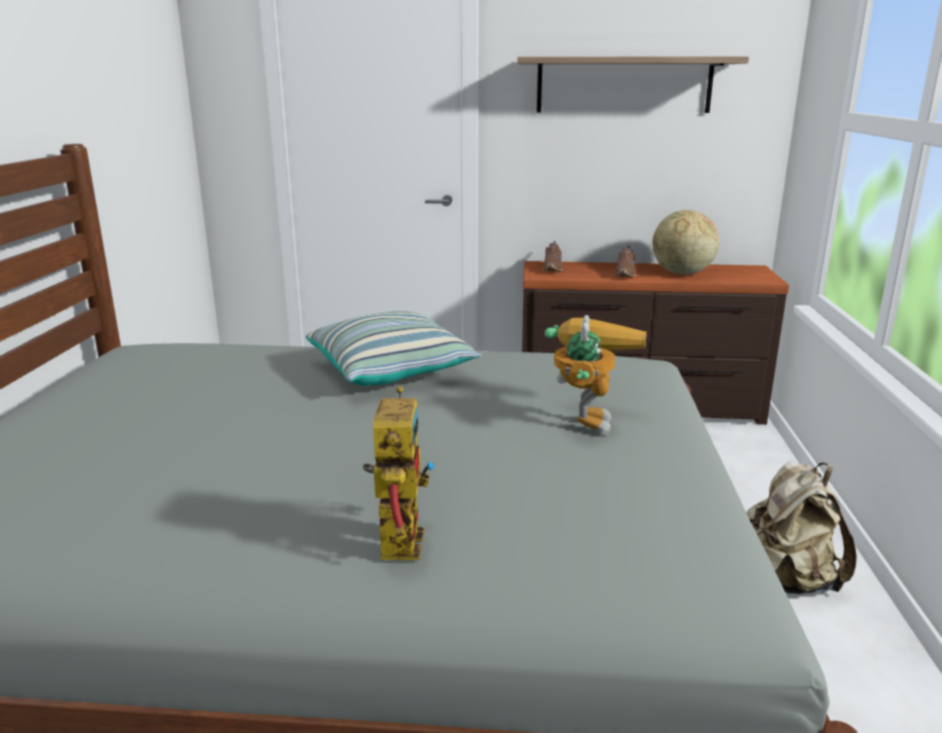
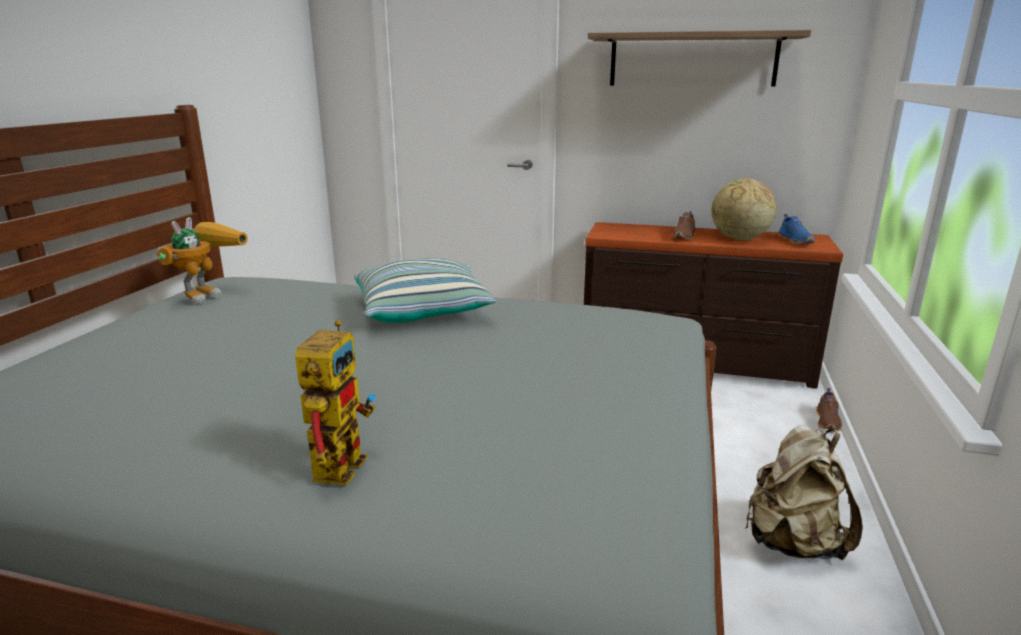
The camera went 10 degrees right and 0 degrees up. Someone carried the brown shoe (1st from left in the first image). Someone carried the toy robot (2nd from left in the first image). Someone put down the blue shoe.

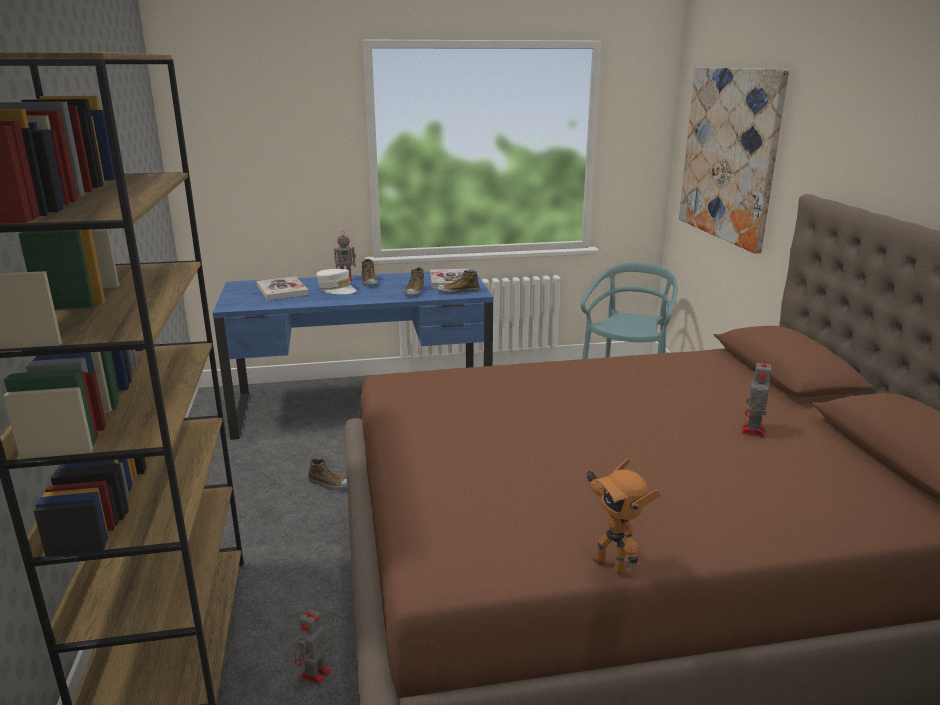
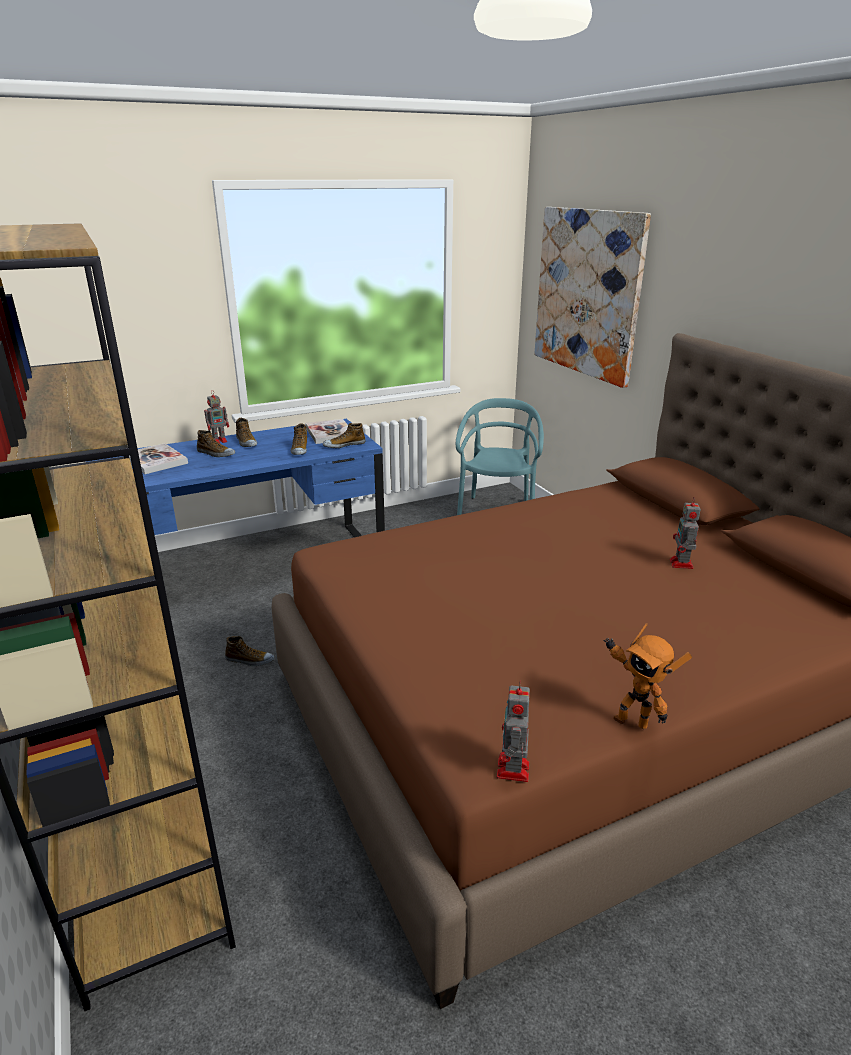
The camera went 15 degrees left and 5 degrees up. Someone swapped the white cap for the shoe (1st from left). Someone carried the toy robot (1st from left in the first image).

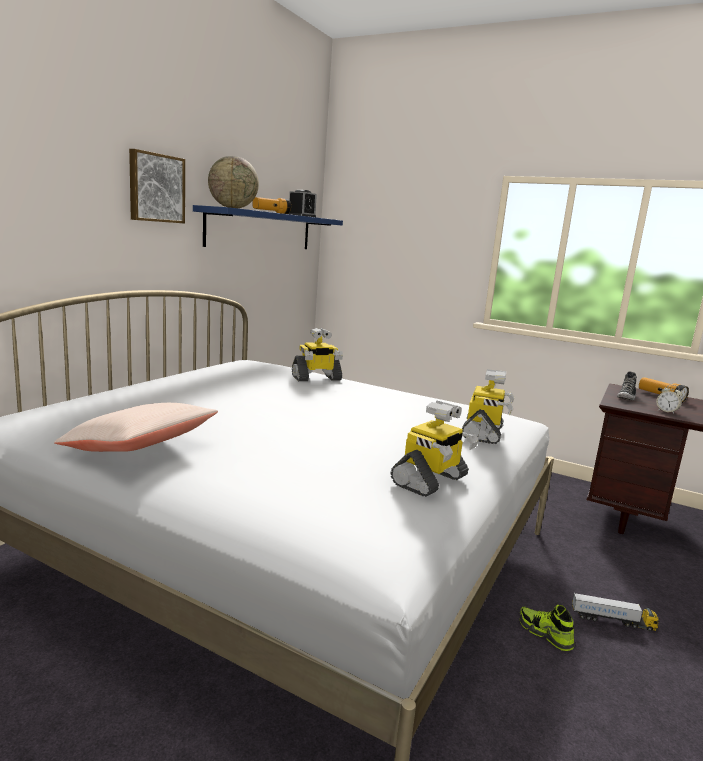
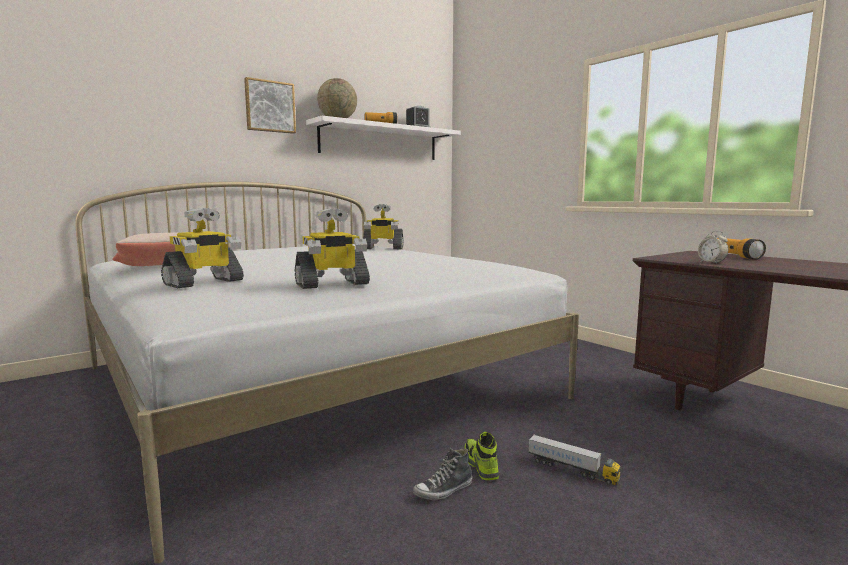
The camera went 25 degrees right and 5 degrees down. Someone repainted the blue shelf, which became the white shelf. Someone carried the toy robot (3rd from left in the first image). Someone carried the shoe (2nd from left in the first image).

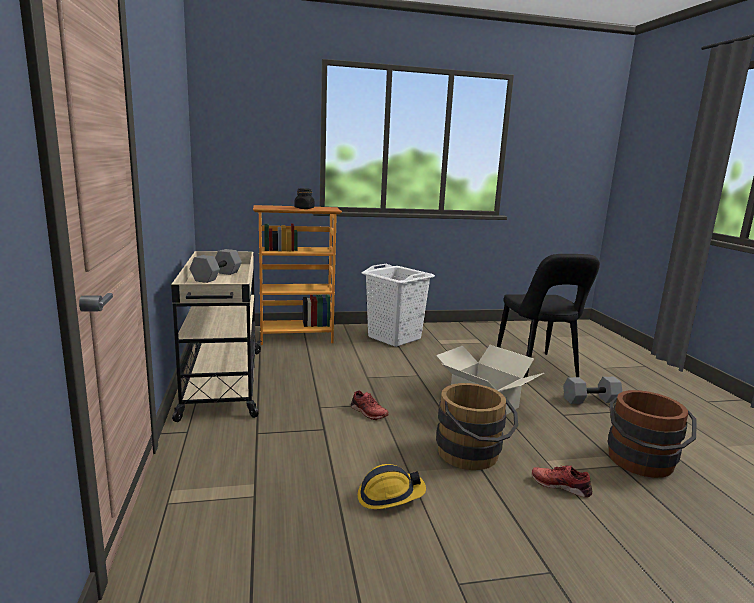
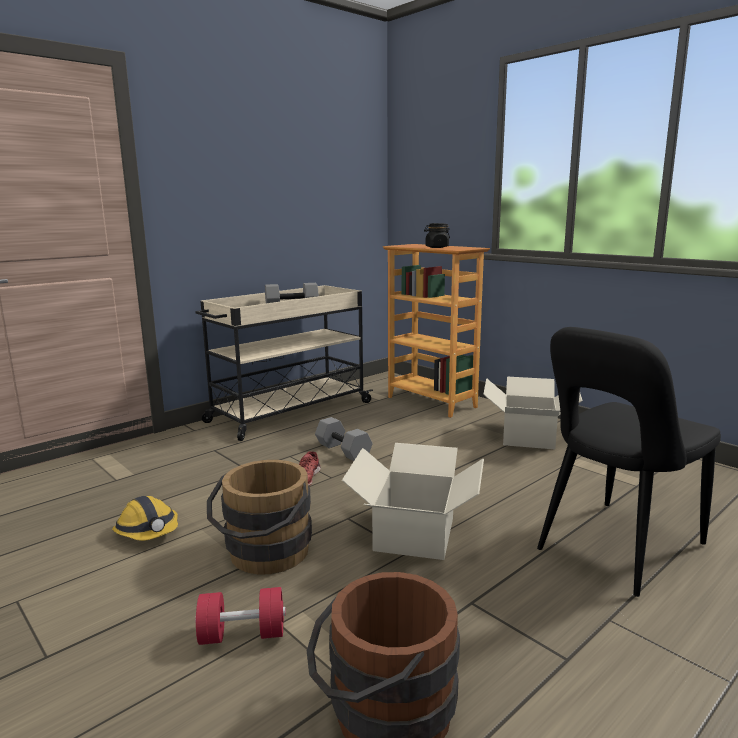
The camera went 60 degrees right and 0 degrees up. Someone swapped the white laundry basket for the cardboard box (2nd from left). Someone carried the grey dumbbell (2nd from left). Someone swapped the red shoe (2nd from left) for the red dumbbell.

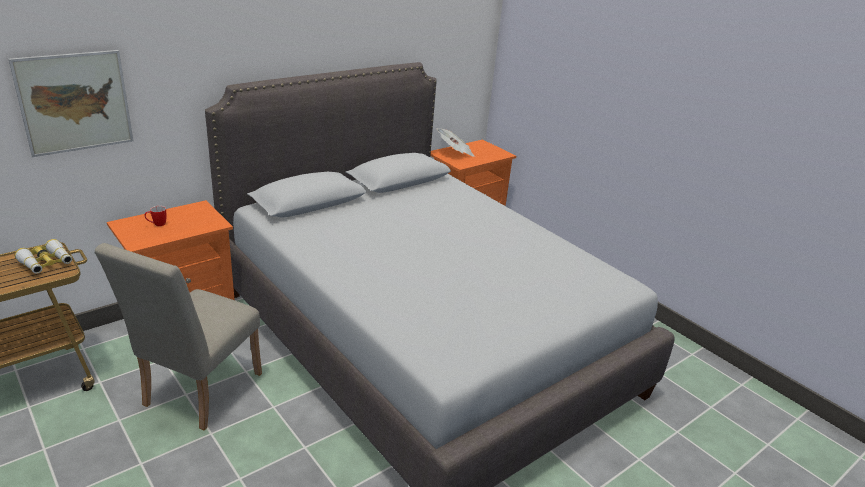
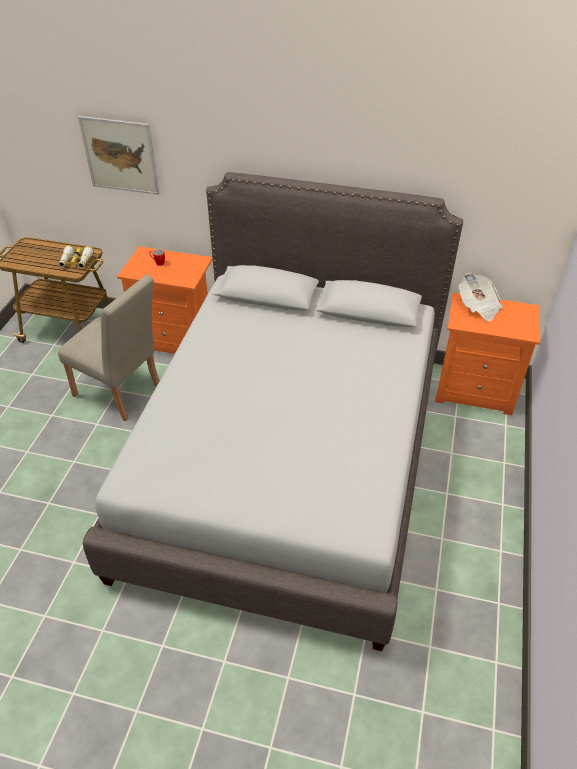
The camera went 55 degrees right and 15 degrees up. Someone rotated the beige chair by 135 degrees counterclockwise.

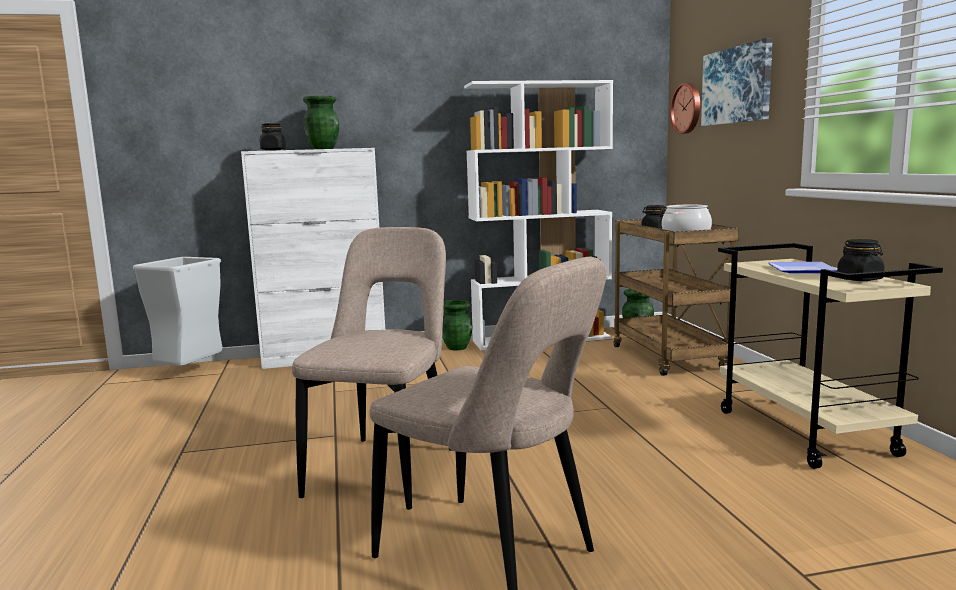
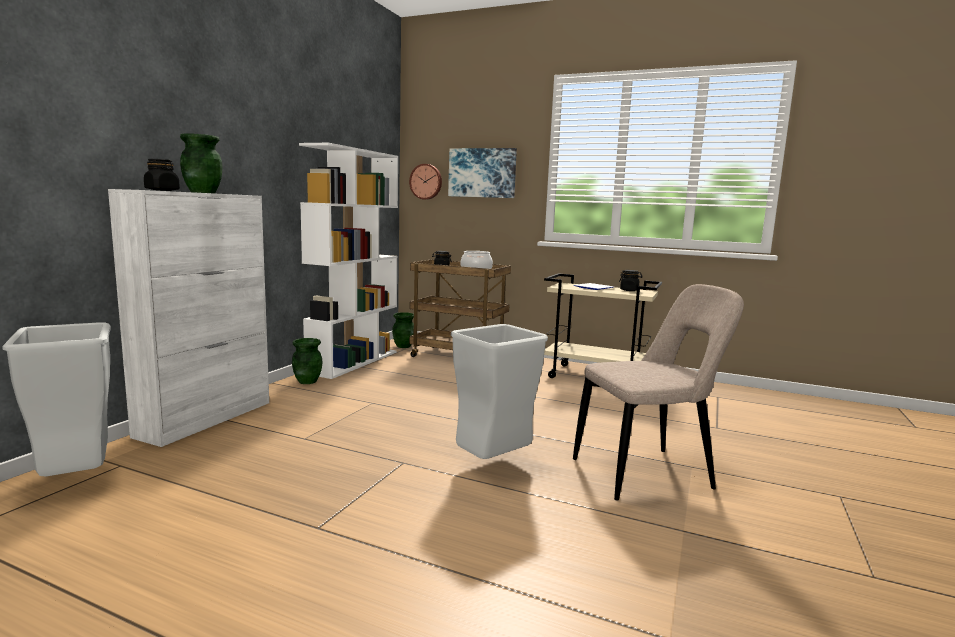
The camera went 55 degrees left and 0 degrees up. Someone swapped the beige chair (1st from left) for the grey trash can (2nd from left).

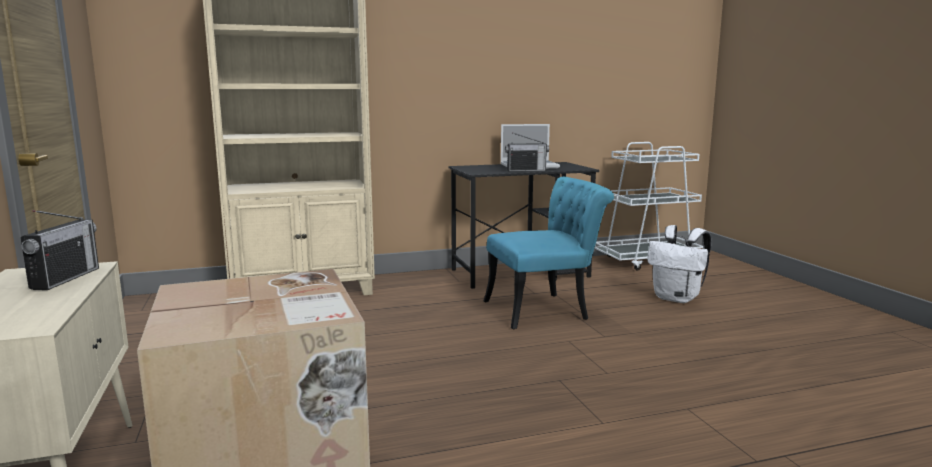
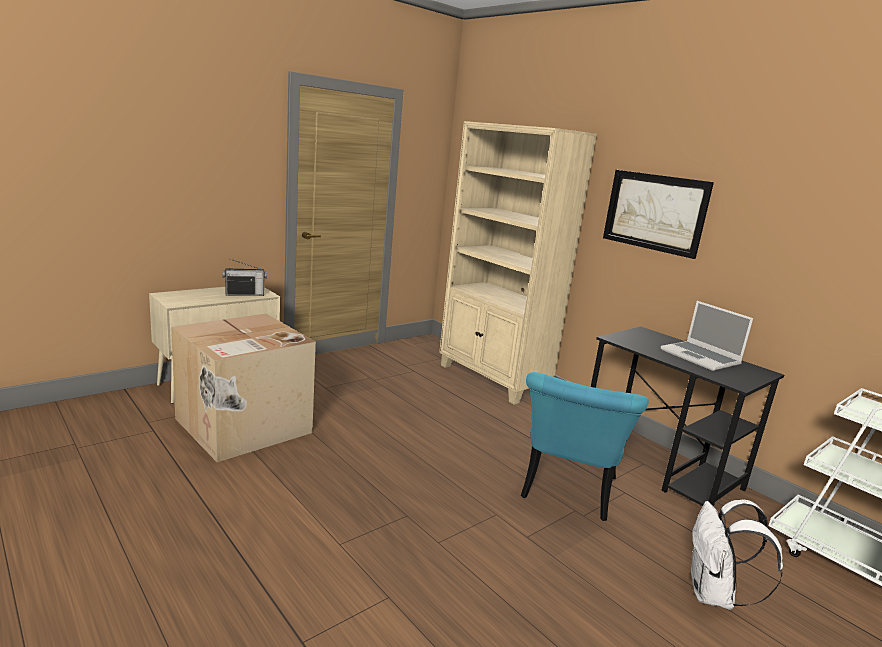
The camera went 65 degrees right and 5 degrees up. Someone took away the radio (2nd from left). Someone rotated the turquoise chair by 60 degrees clockwise. Someone put up the picture.

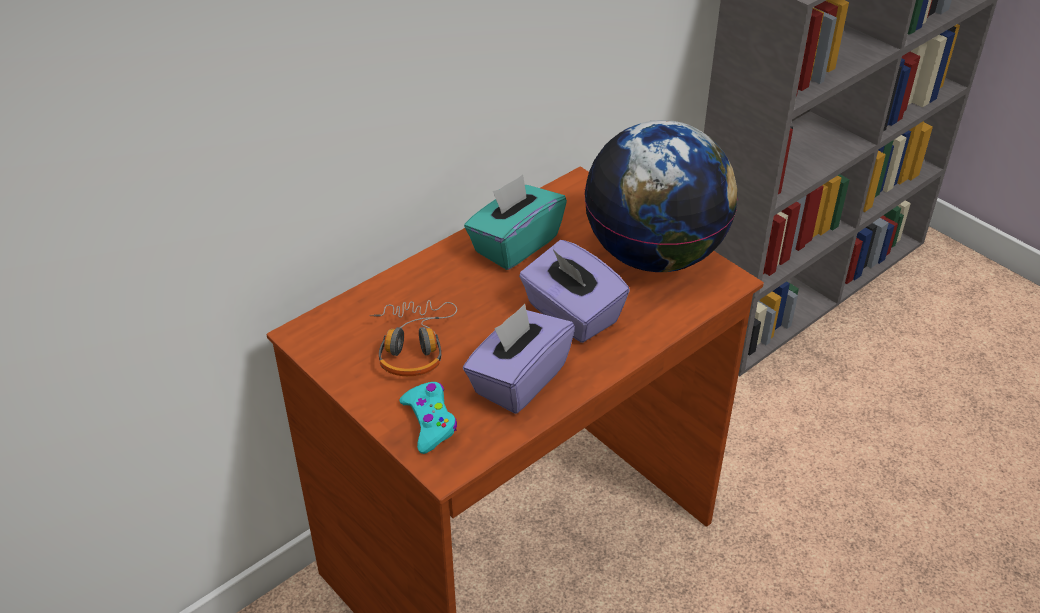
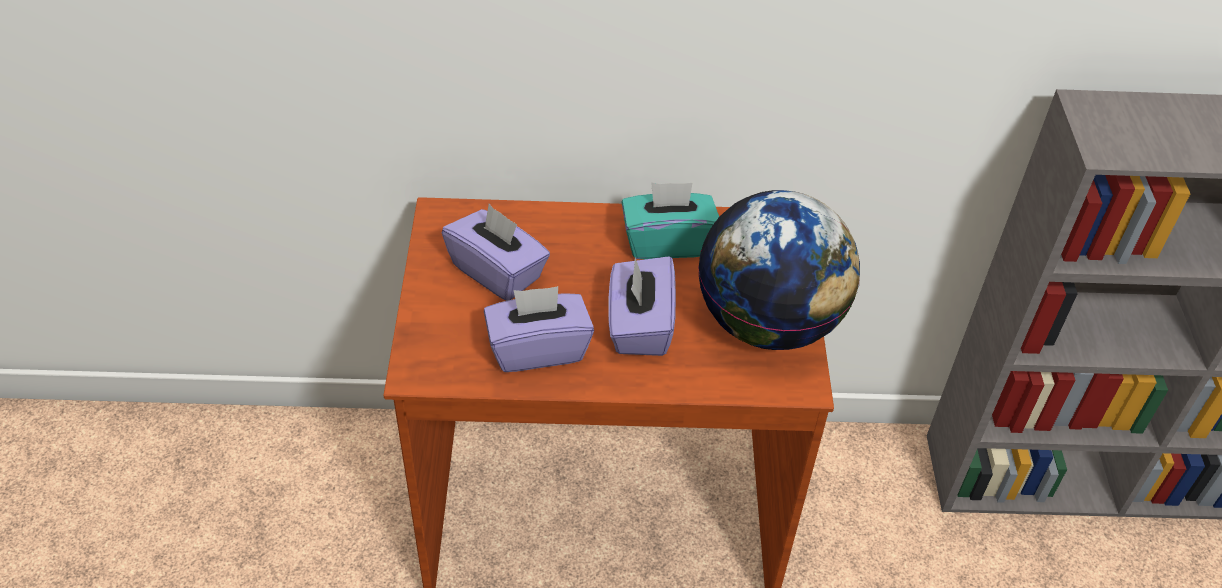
The camera went 40 degrees right and 5 degrees up. Someone swapped the headphones for the purple tissue box (1st from left). Someone took away the turquoise game controller.

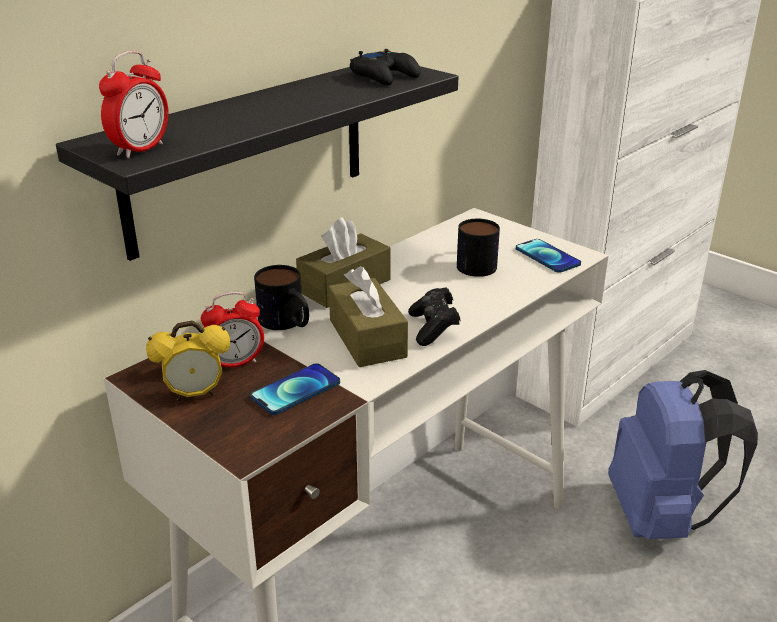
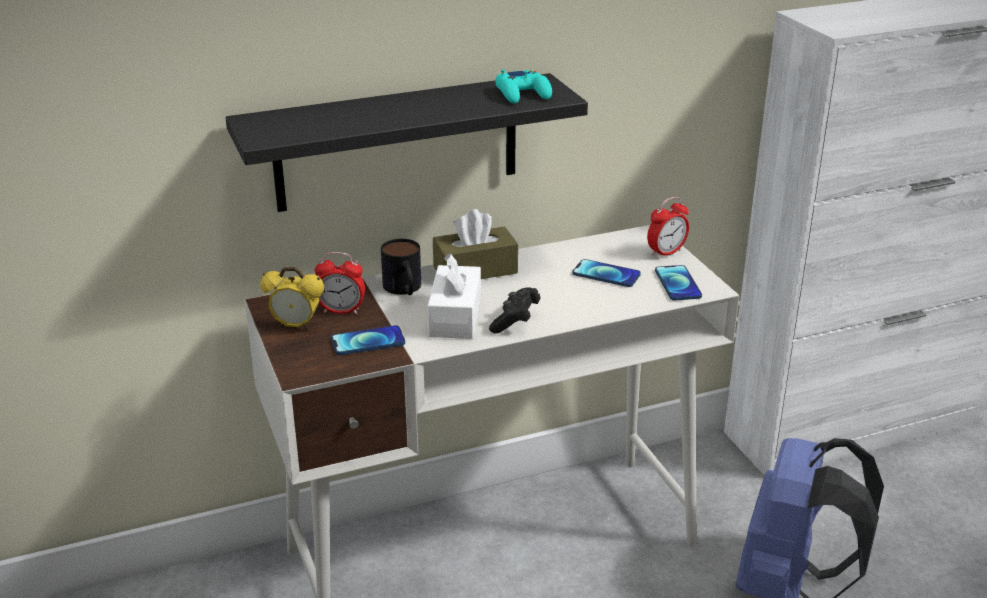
The camera went 25 degrees right and 0 degrees up. Someone repainted the black game controller (1st from left), which became the turquoise game controller. Someone carried the alarm clock (1st from left in the first image). Someone swapped the mug (2nd from left) for the phone (2nd from left). Someone repainted the brown tissue box (2nd from left), which became the white tissue box.

